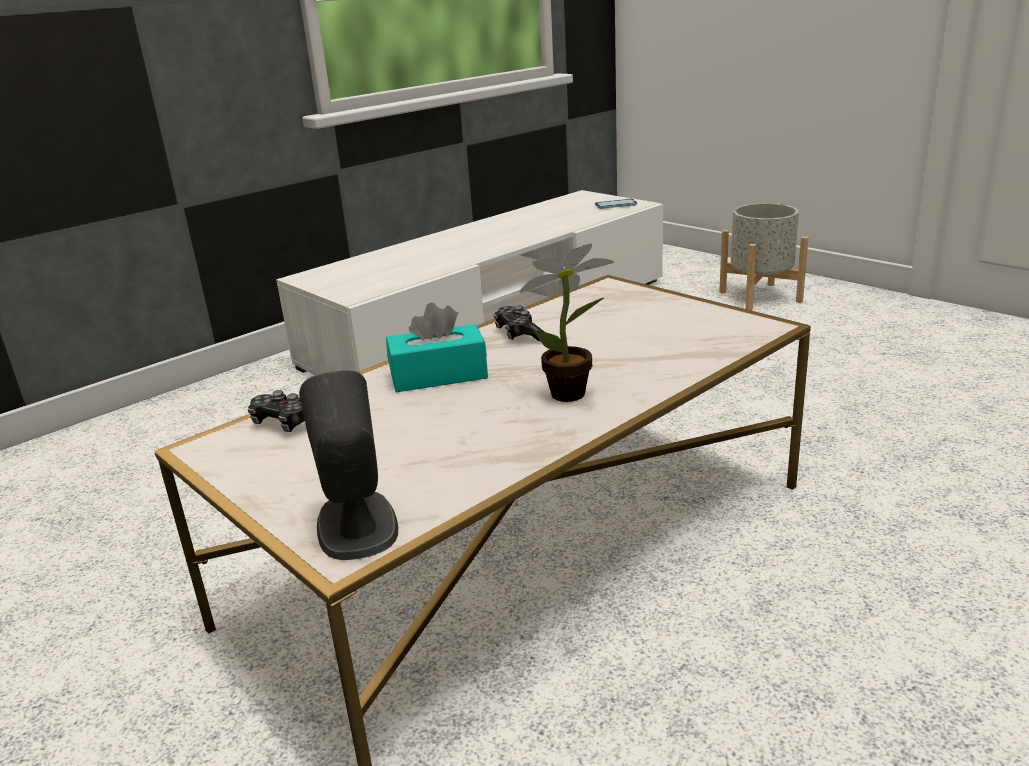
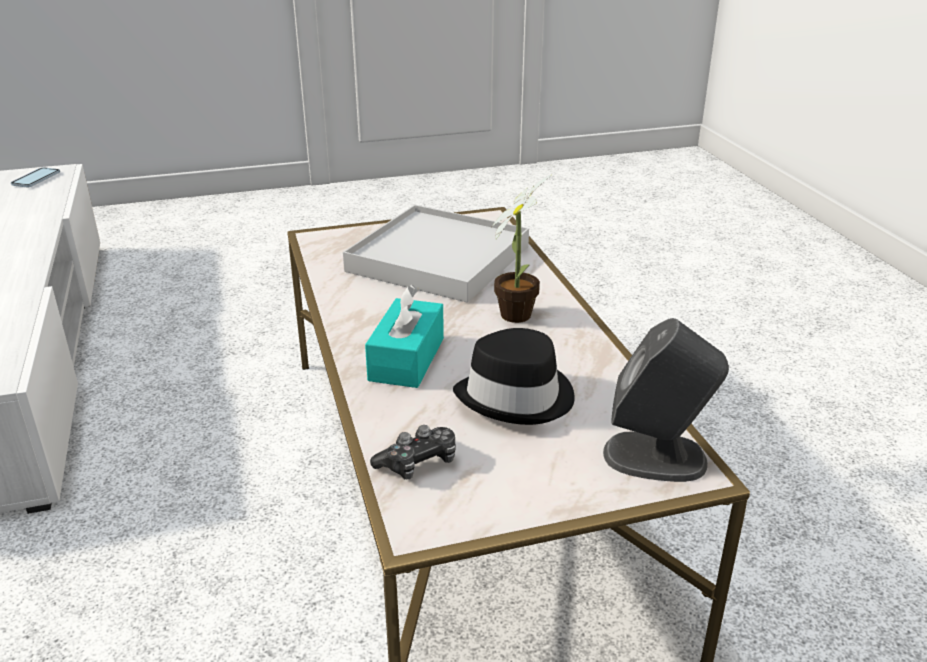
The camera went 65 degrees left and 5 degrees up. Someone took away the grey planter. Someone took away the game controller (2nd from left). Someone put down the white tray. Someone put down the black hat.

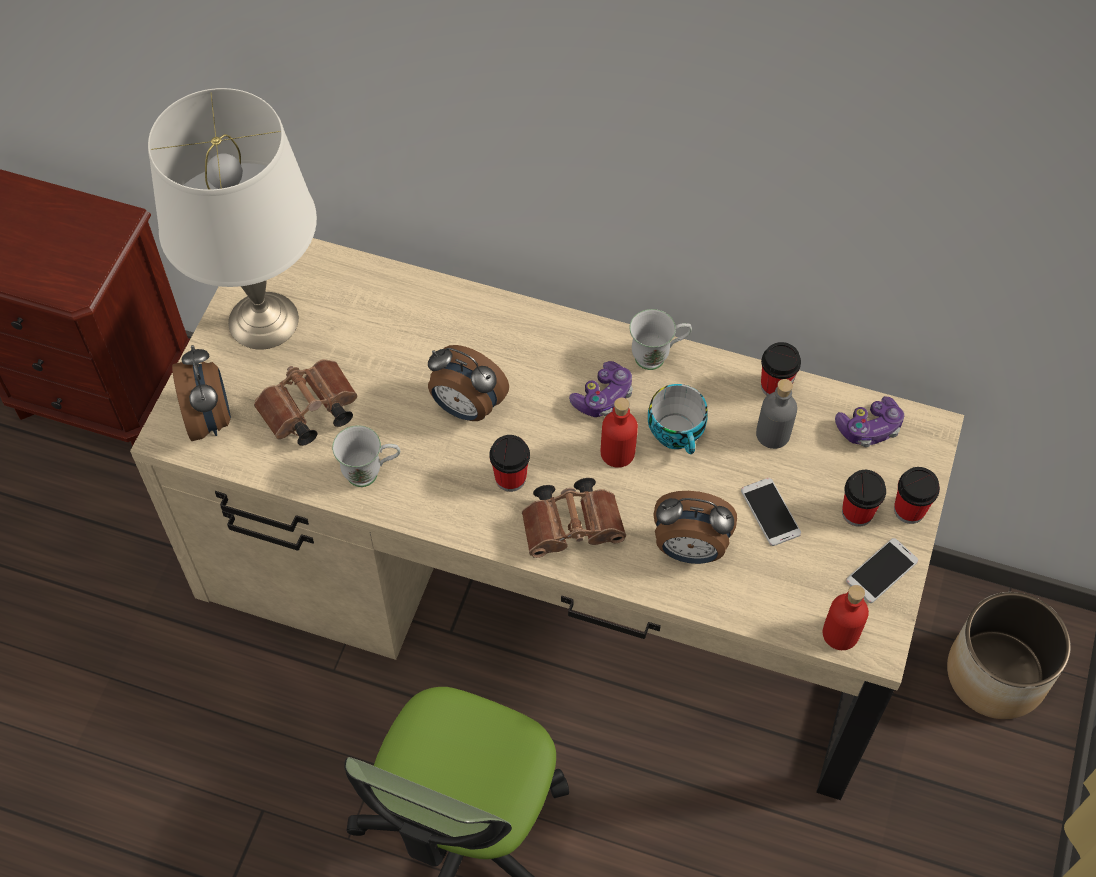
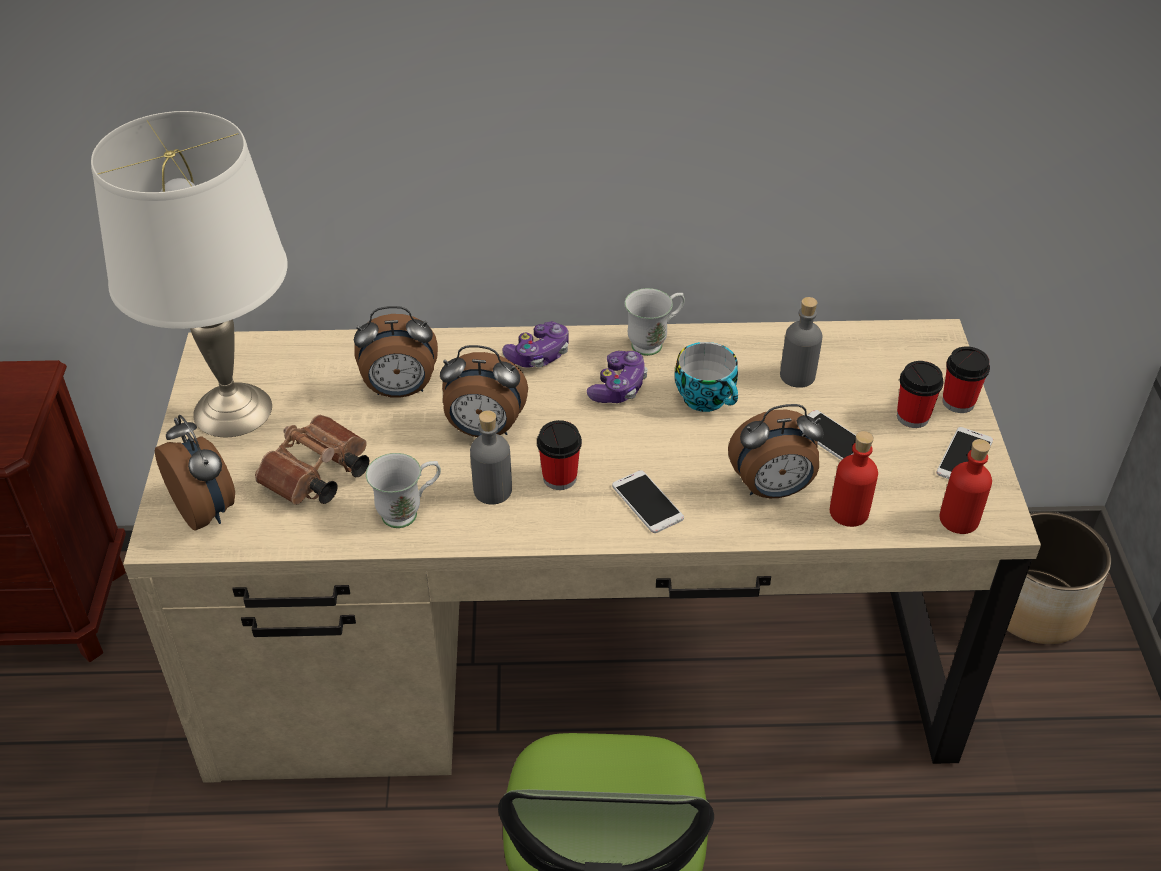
The camera went 20 degrees left and 15 degrees down. Someone took away the cup (3rd from left). Someone carried the game controller (2nd from left in the first image). Someone carried the red bottle (1st from left). Someone swapped the brown binoculars (2nd from left) for the phone (1st from left). Someone put down the alarm clock (2nd from left). Someone put down the grey bottle (1st from left).

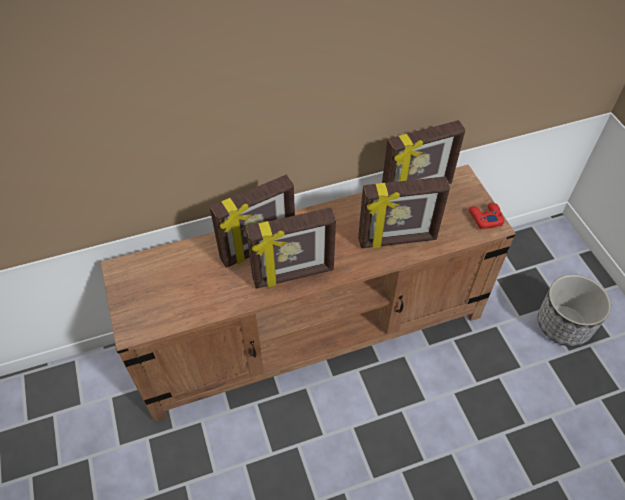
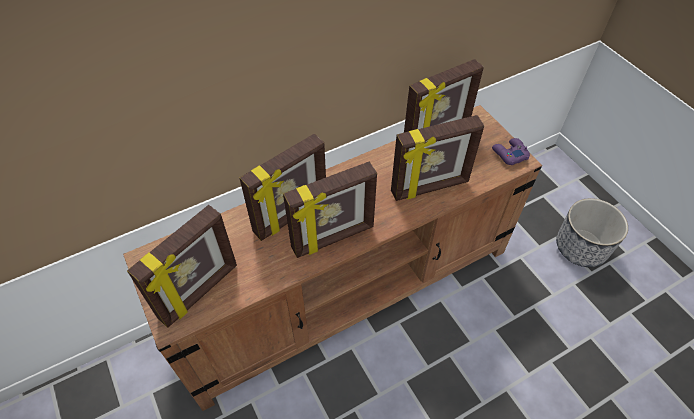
The camera went 10 degrees left and 0 degrees up. Someone repainted the red game controller, which became the purple game controller. Someone put down the picture frame (1st from left).

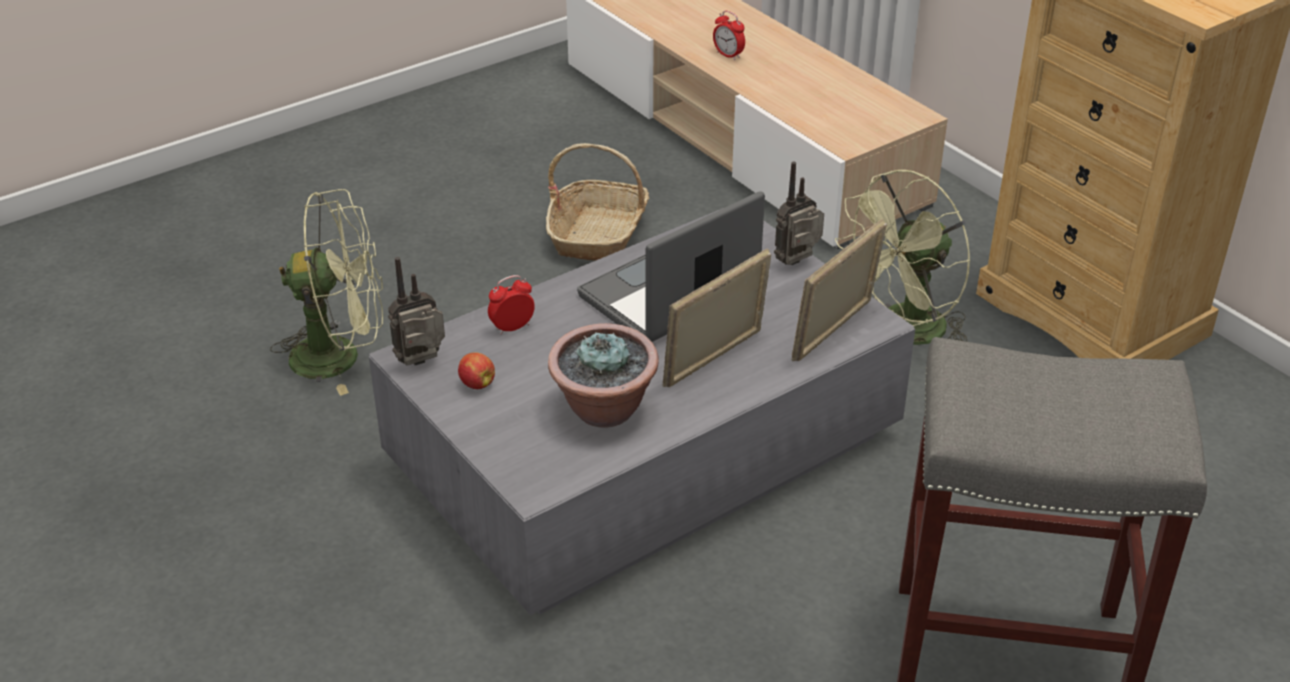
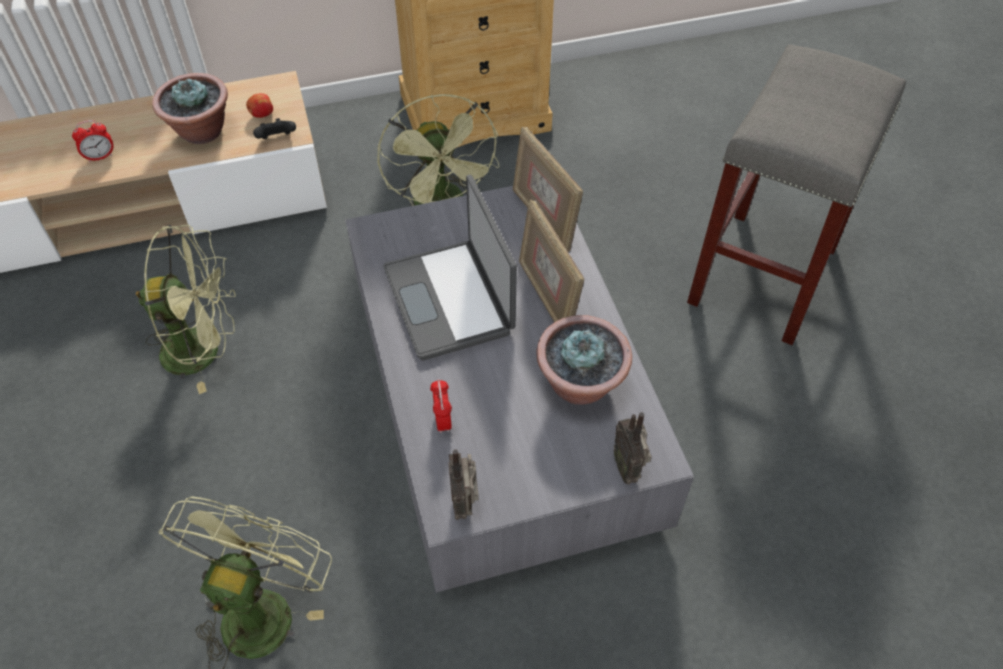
The camera went 70 degrees left and 15 degrees up. Someone swapped the basket for the green fan (1st from left). Someone carried the radio (2nd from left). Someone carried the apple. Someone put down the potted plant (1st from left). Someone put down the black game controller.

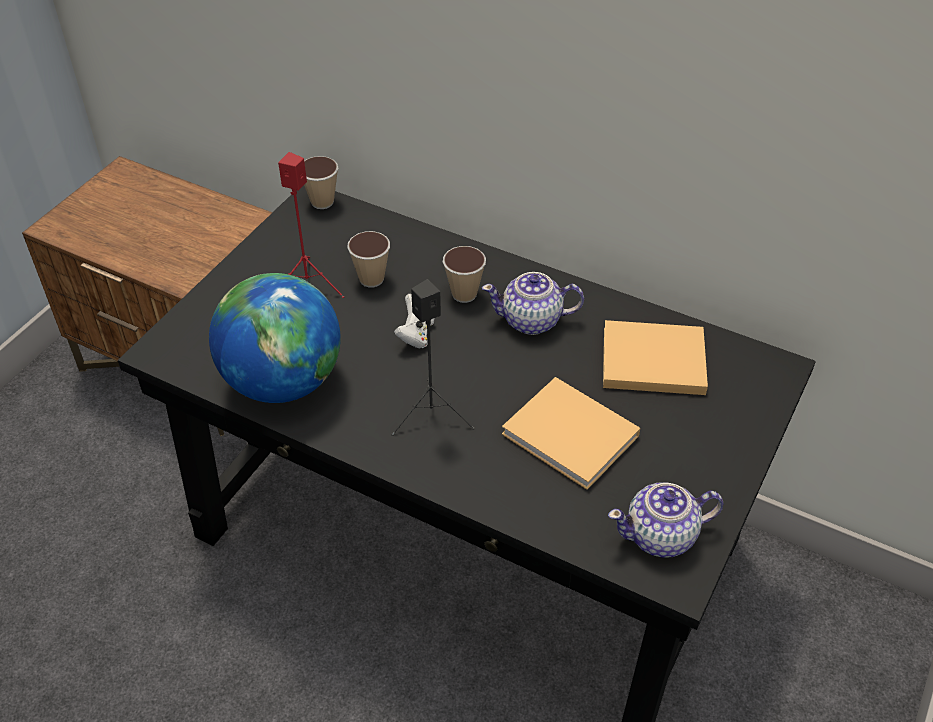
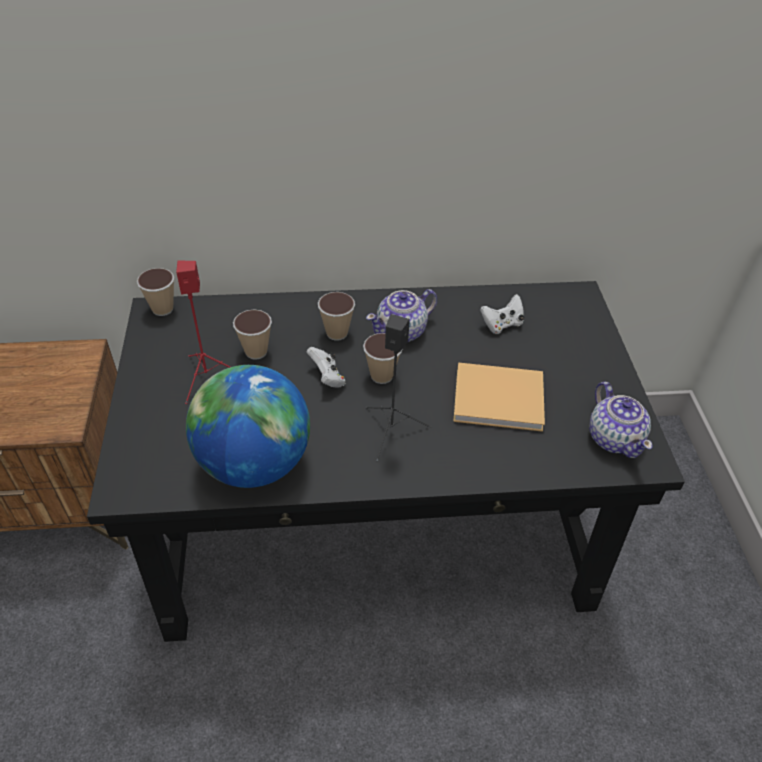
The camera went 35 degrees left and 0 degrees up. Someone swapped the beige book (2nd from left) for the white game controller (2nd from left). Someone rotated the teapot (2nd from left) by 60 degrees counterclockwise. Someone put down the cup (4th from left).

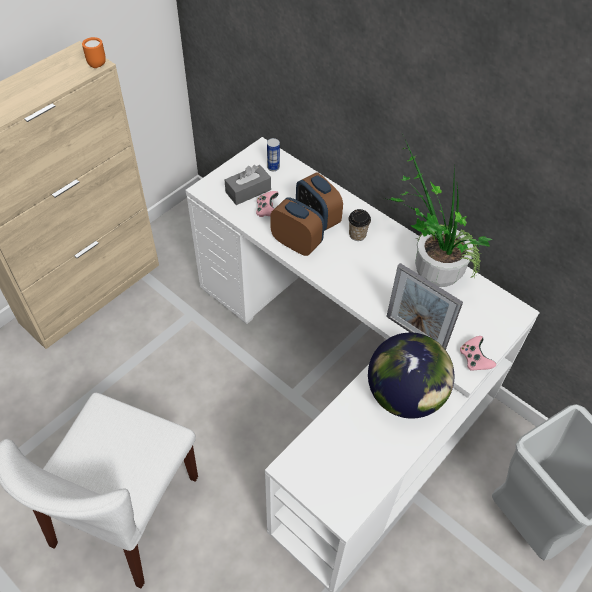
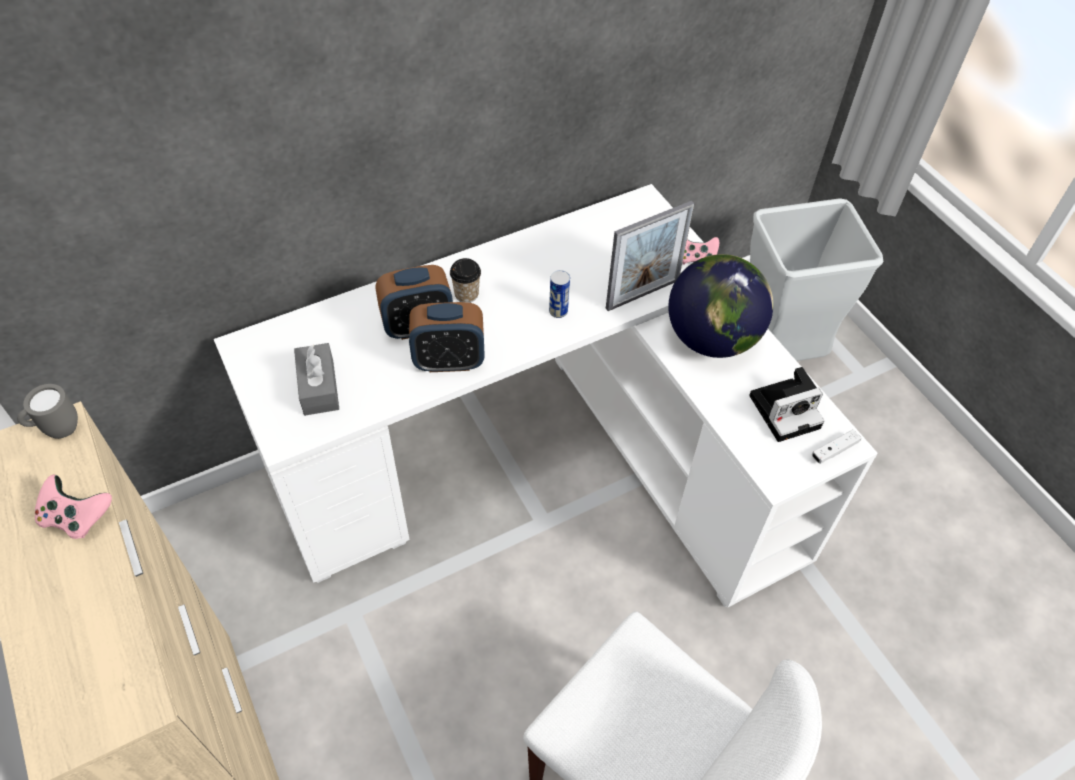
The camera went 70 degrees left and 0 degrees up. Someone repainted the orange mug, which became the grey mug. Someone took away the potted plant. Someone carried the can. Someone carried the pink game controller (1st from left). Someone rotated the alarm clock (1st from left in the first image) by 150 degrees counterclockwise. Someone put down the photo camera. Someone put down the white game controller.

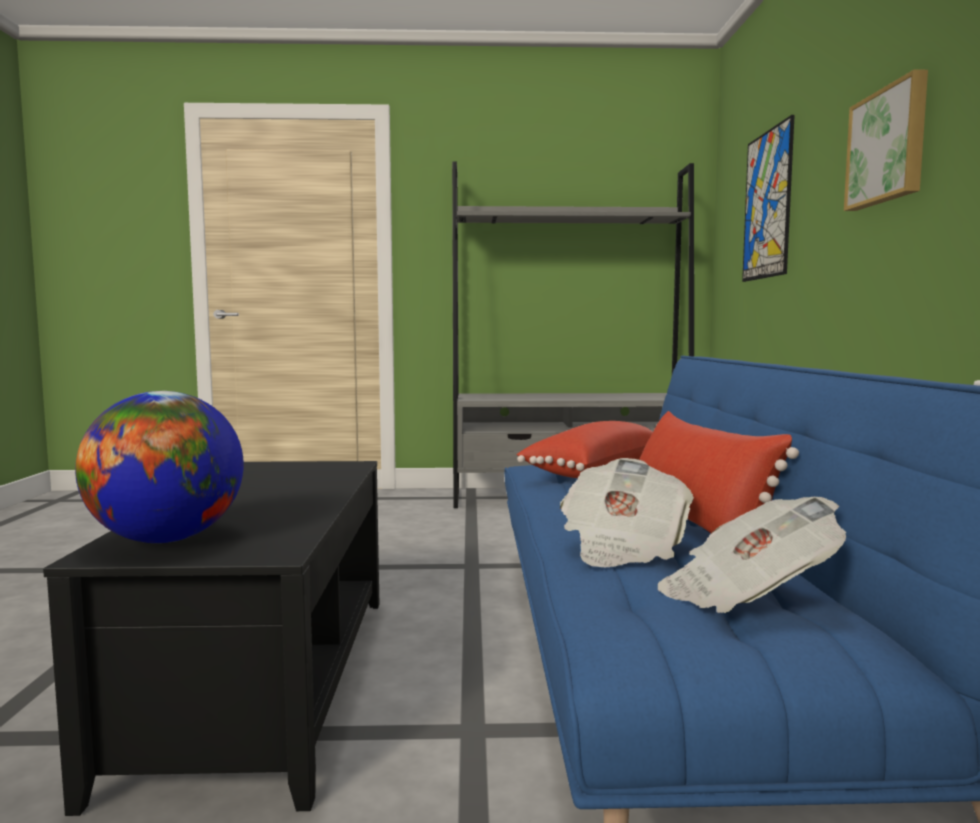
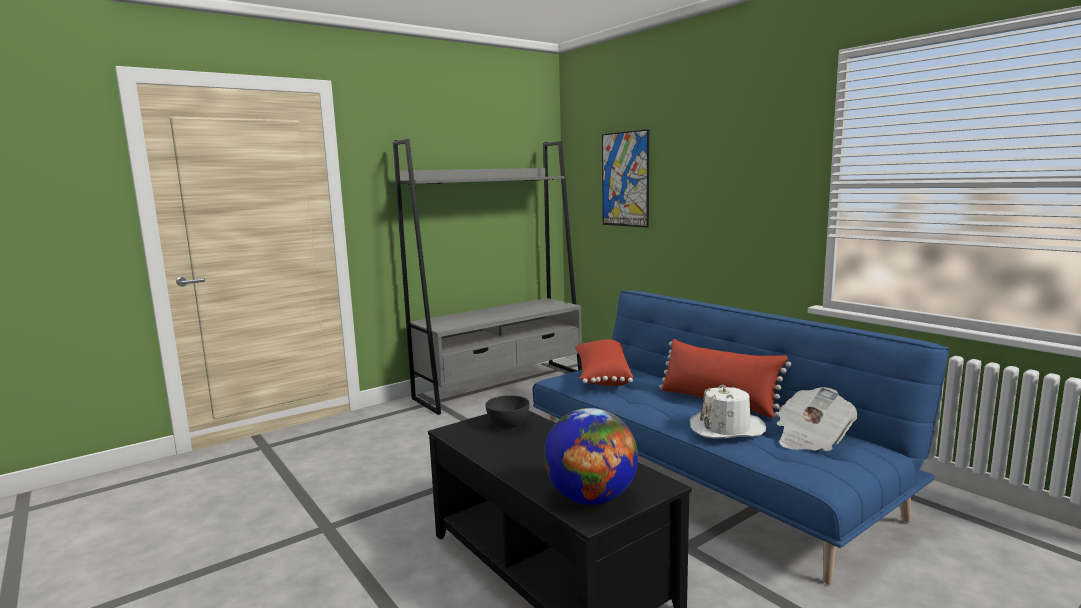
The camera went 35 degrees left and 5 degrees up. Someone took away the picture (2nd from left). Someone swapped the newspaper (1st from left) for the white hat. Someone put down the grey bowl.

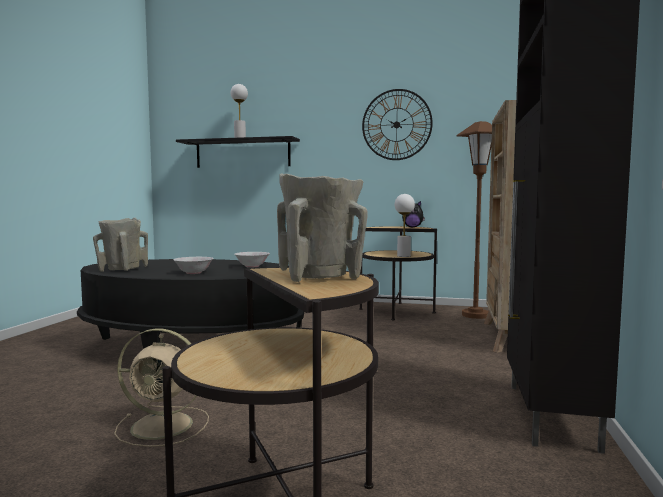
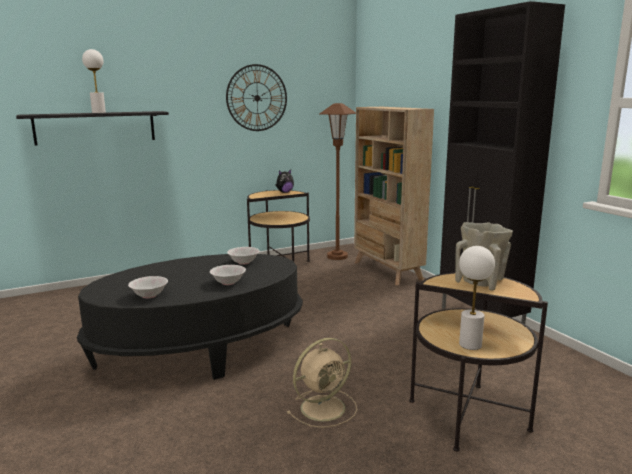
The camera went 40 degrees left and 10 degrees up. Someone carried the white table lamp (2nd from left). Someone swapped the beige vase (1st from left) for the white bowl (1st from left).

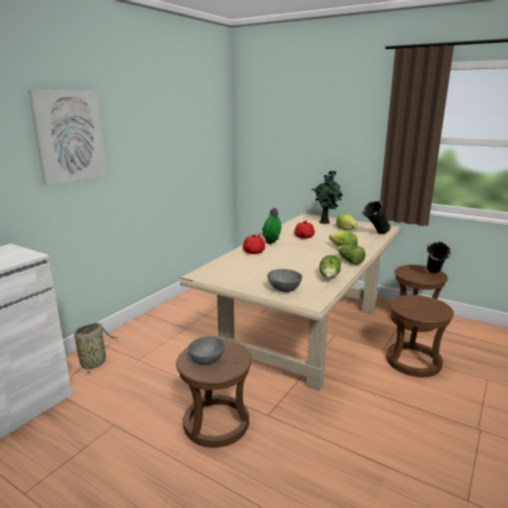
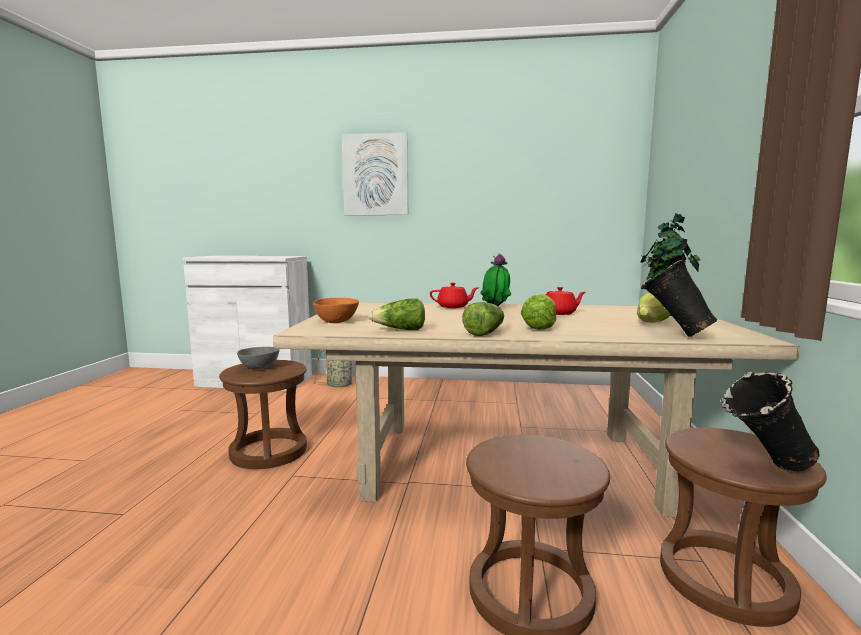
The camera went 65 degrees right and 10 degrees down. Someone repainted the grey bowl (2nd from left), which became the orange bowl.

